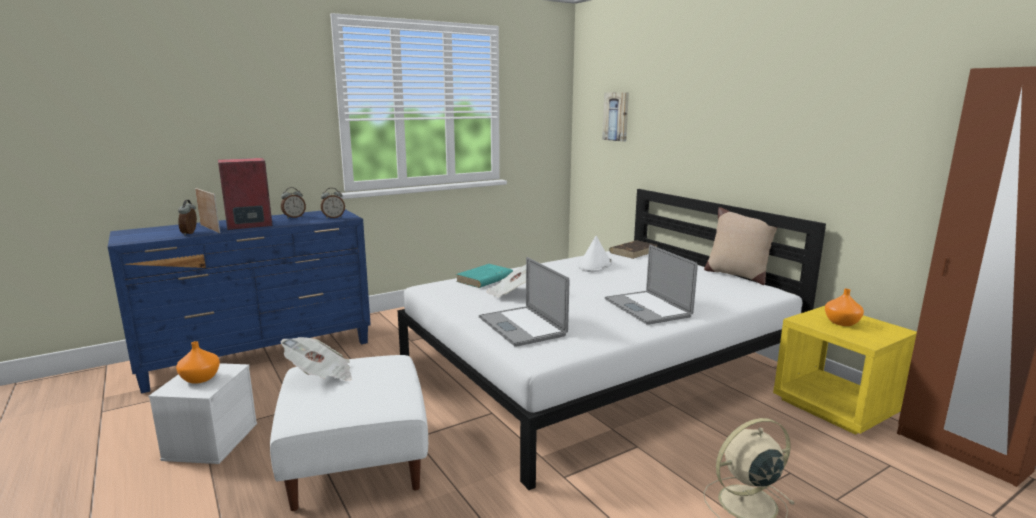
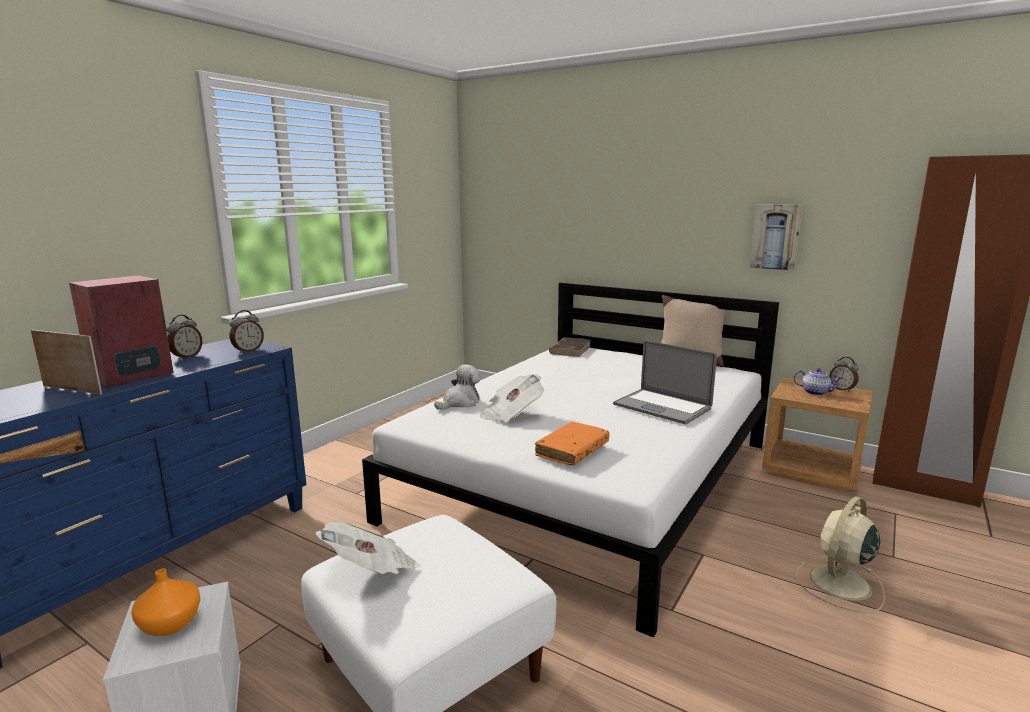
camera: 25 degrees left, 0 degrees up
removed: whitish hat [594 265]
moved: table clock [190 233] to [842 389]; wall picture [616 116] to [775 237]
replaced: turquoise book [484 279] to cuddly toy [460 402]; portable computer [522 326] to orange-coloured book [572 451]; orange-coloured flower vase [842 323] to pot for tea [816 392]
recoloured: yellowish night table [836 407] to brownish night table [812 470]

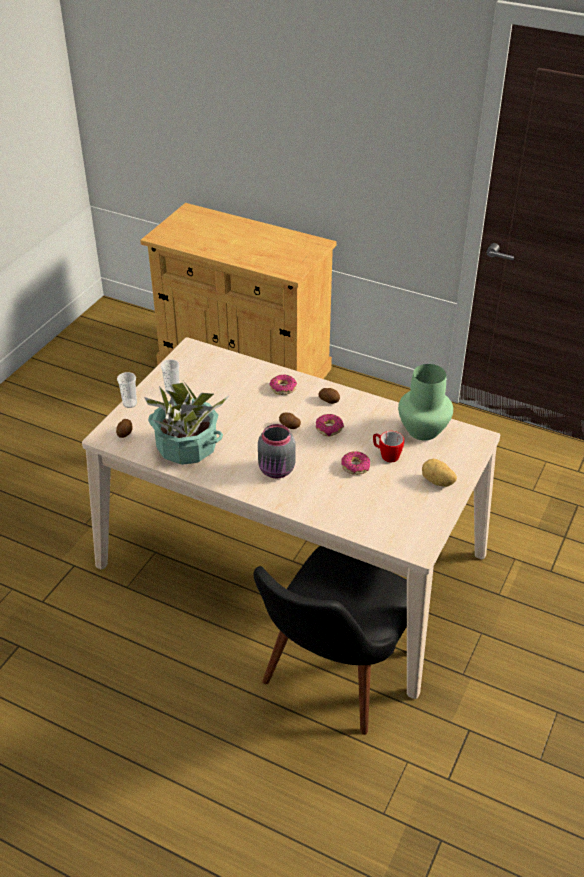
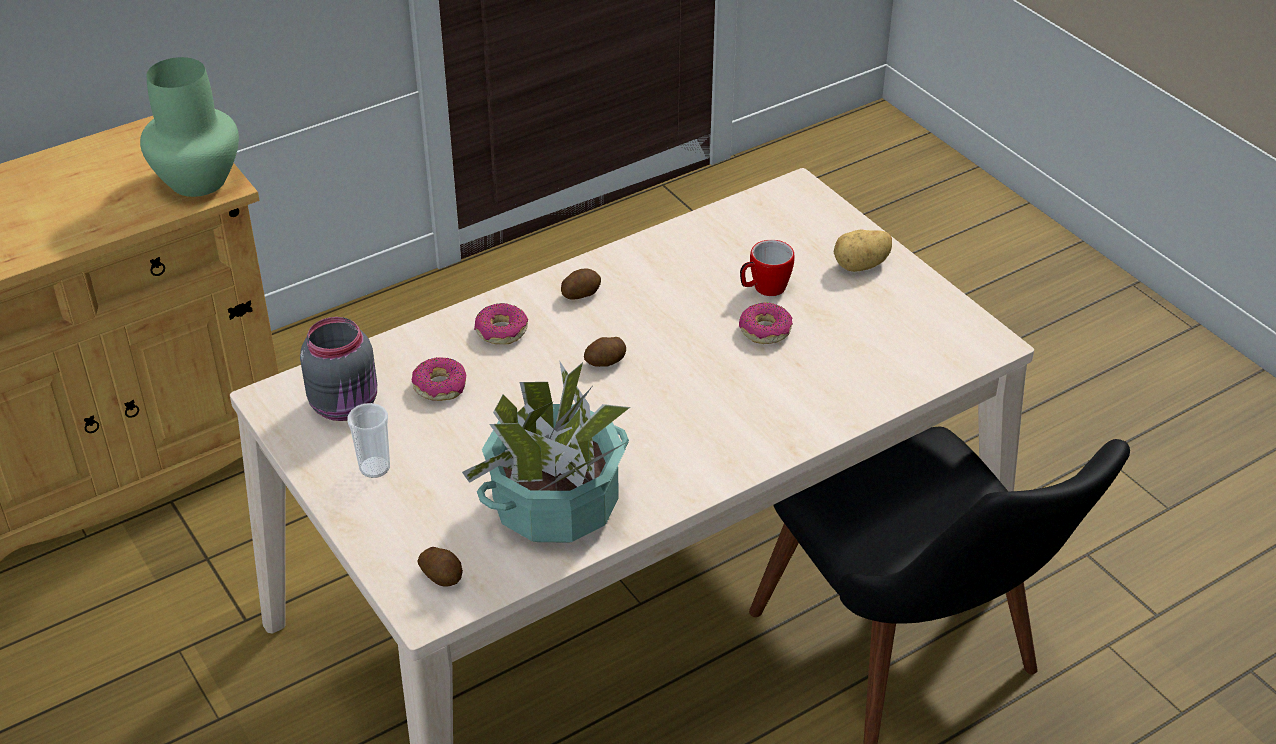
camera: 60 degrees left, 0 degrees up
removed: drinking cup [130 403]
moved: grey jar [277 470] to [346 405]; donut [329 428] to [440 386]; green flower vase [424 430] to [200 180]

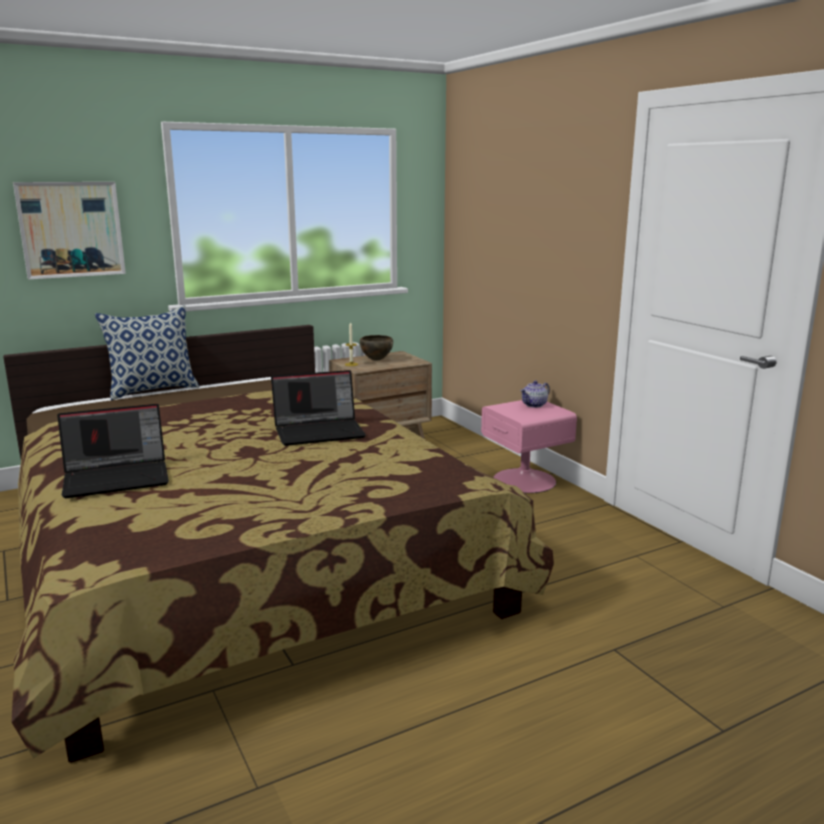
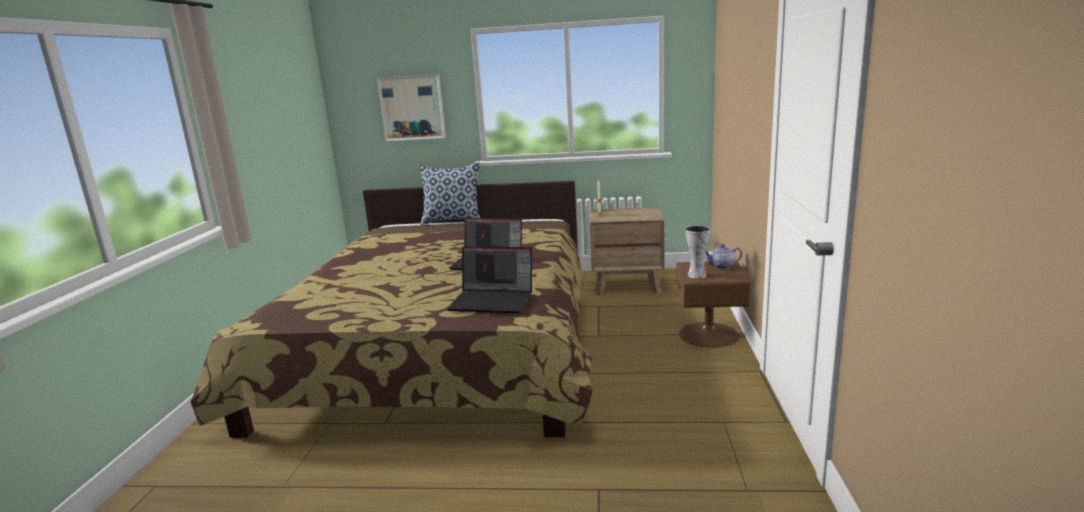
camera: 35 degrees right, 0 degrees up
removed: brownish bowl [376 360]
added: flower vase [696 275]
moved: portable computer [118 477] to [493 301]
recoloured: pink-coloured night table [525 480] to brownish night table [709 334]

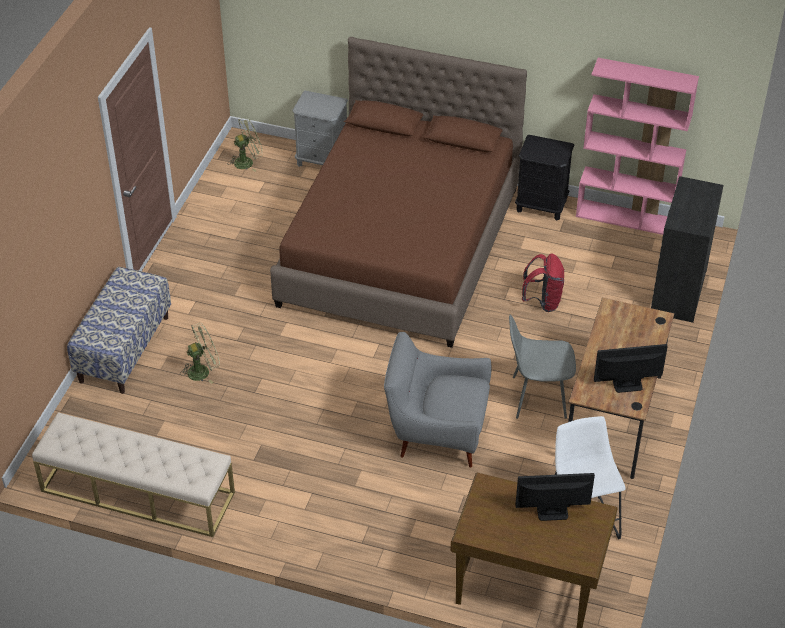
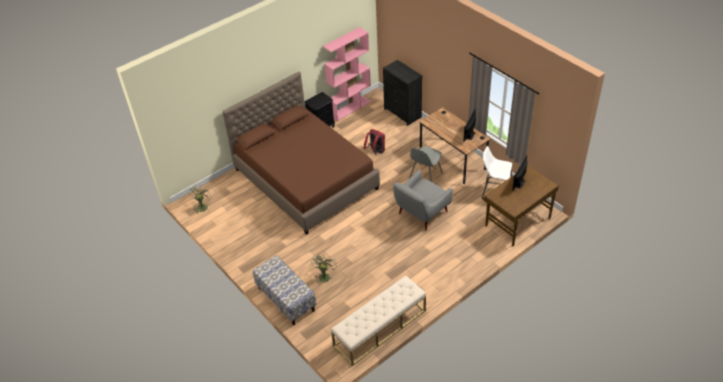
camera: 55 degrees left, 0 degrees up
removed: grey night table [322 160]

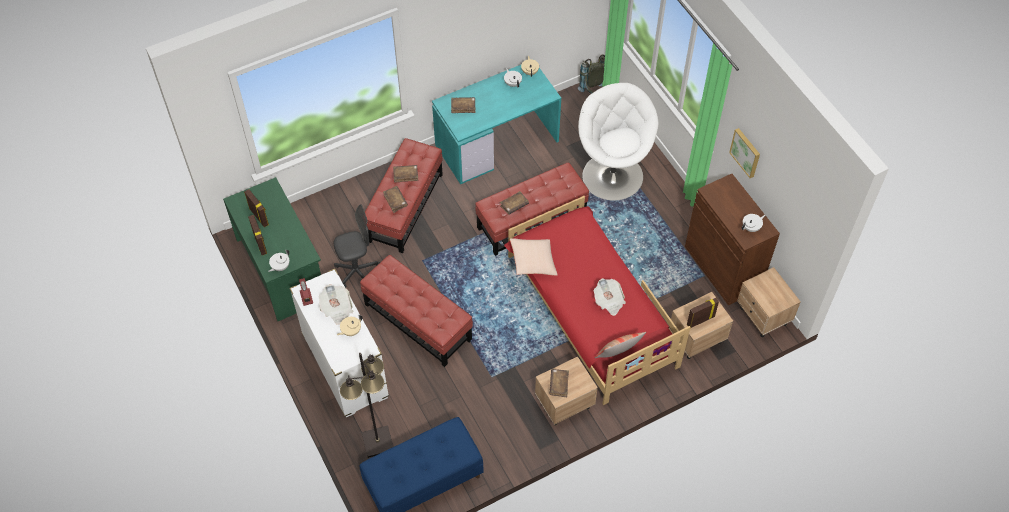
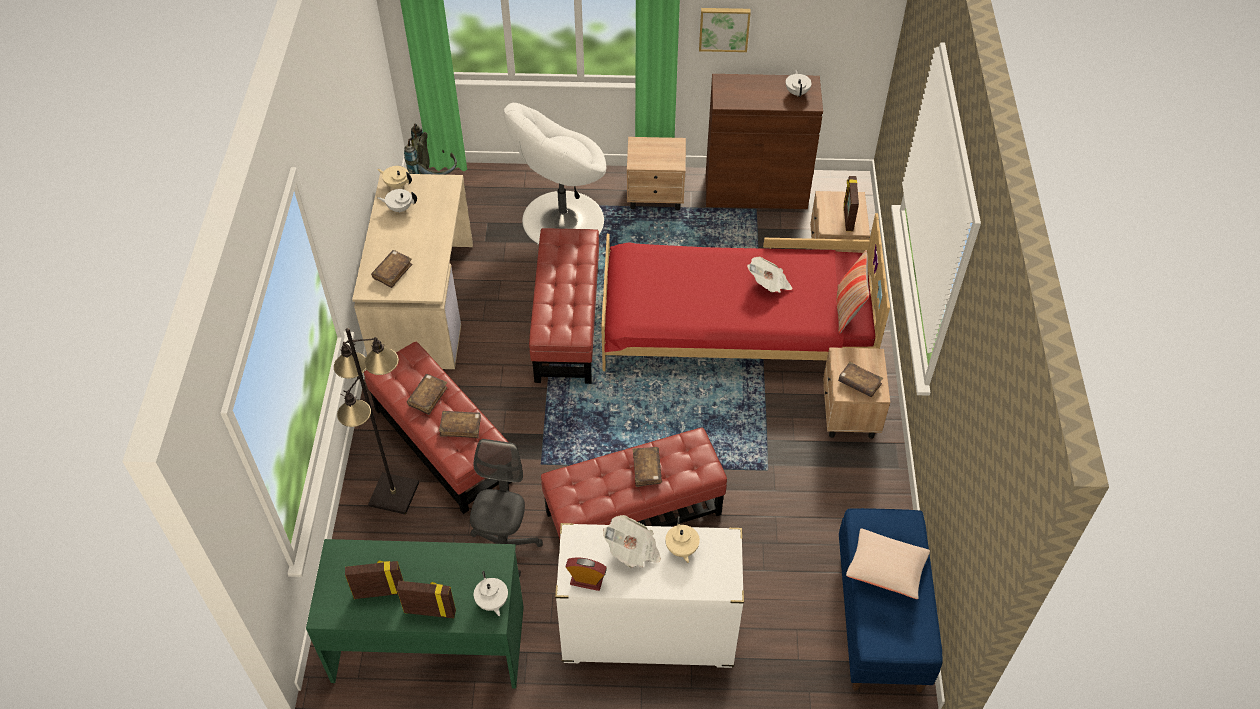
camera: 60 degrees left, 5 degrees down
moved: black-coloured standard lamp [377 442] to [394 495]; brownish book [514 205] to [647 469]; beige throw pillow [533 261] to [886 570]; beige night table [763 316] to [656 196]
recoloured: turquoise desk [497 142] to beige desk [422 302]
turned: whitish armchair [612 175] = [561 220] 45 degrees counterclockwise

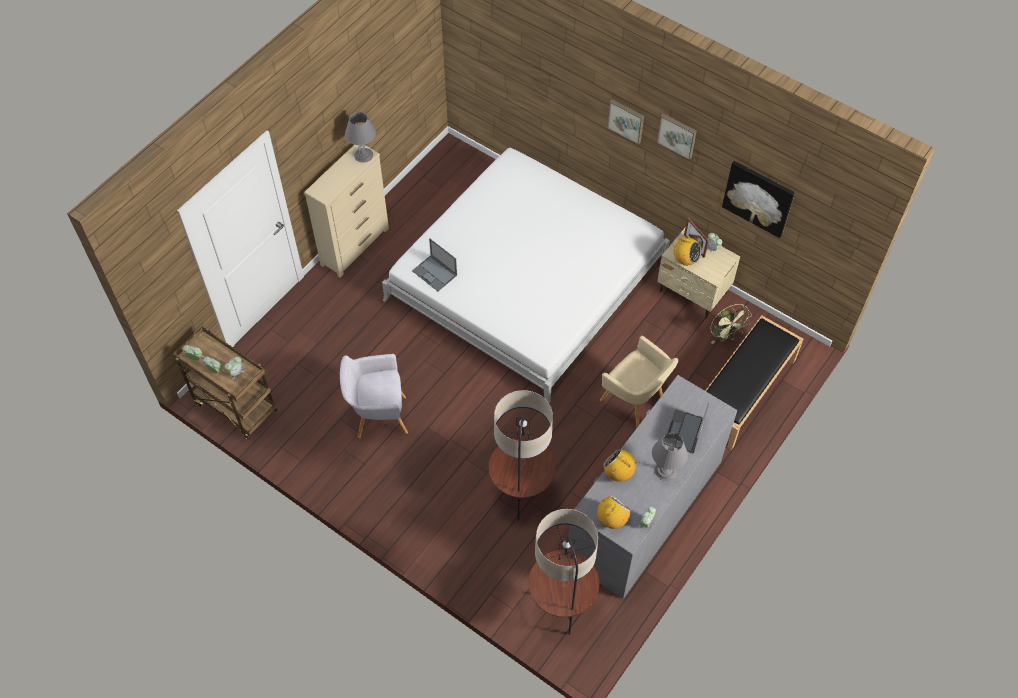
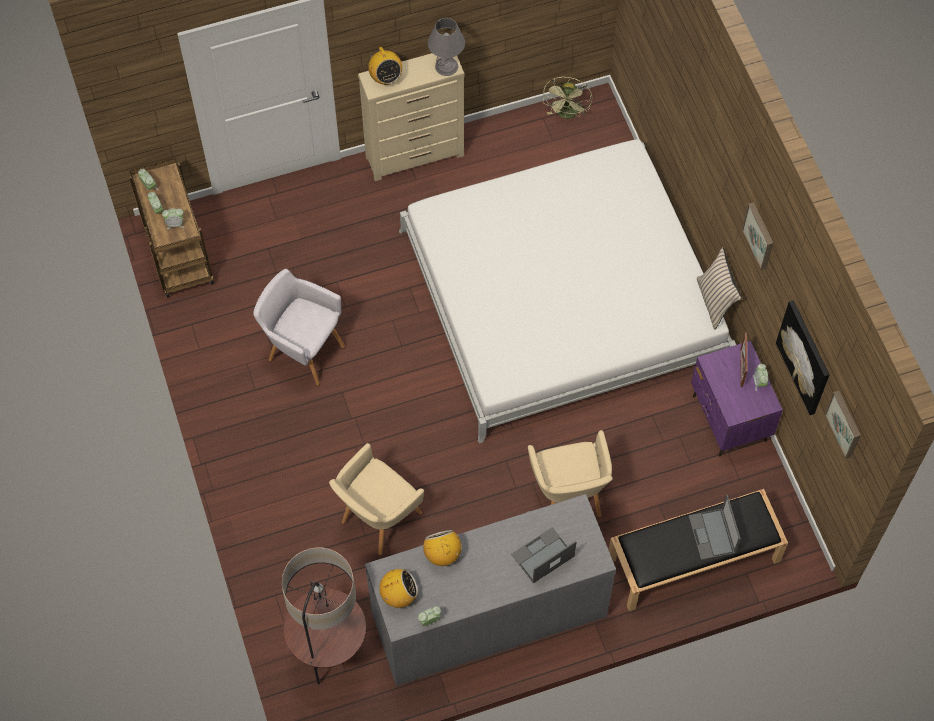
camera: 35 degrees right, 5 degrees up
removed: grey table lamp [665 470]
added: beige throw pillow [715 301]
moved: portable computer [435 273] to [712 535]; wall picture [626 120] to [845 423]; radio receiver [685 260] to [385 78]; green fan [725 336] to [567 114]
replaced: standard lamp [521 496] to beige armchair [378 520]
recoloured: beige night table [693 293] to purple night table [729 419]

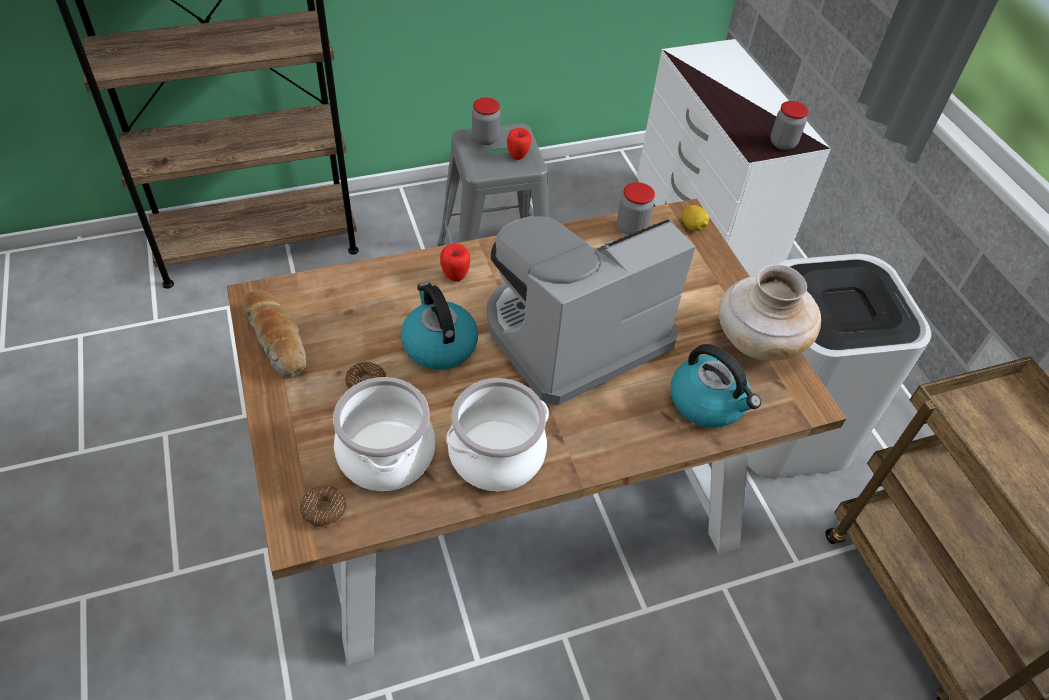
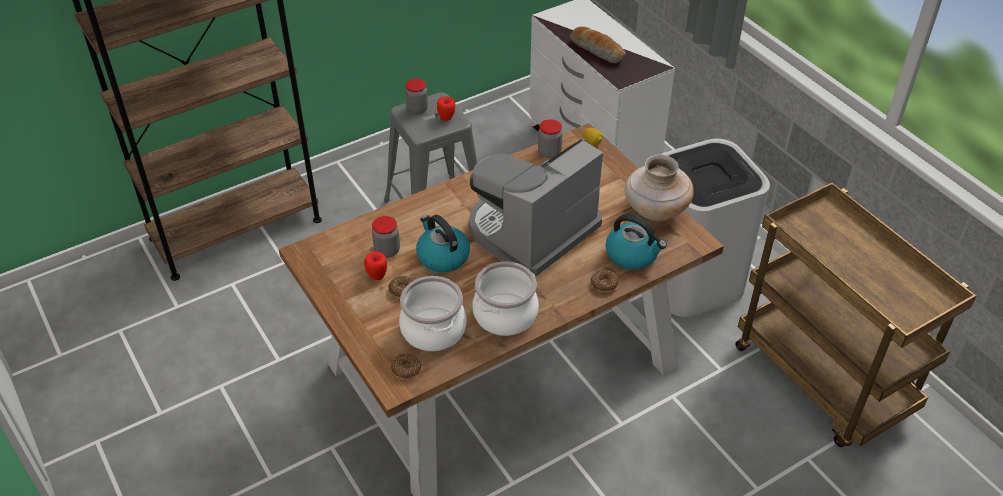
camera: 10 degrees left, 5 degrees down
added: donut [604 284]
moved: bakery bread [278 341] to [598 51]; apple fruit [455 276] to [377 276]; jar [782 143] to [387 251]

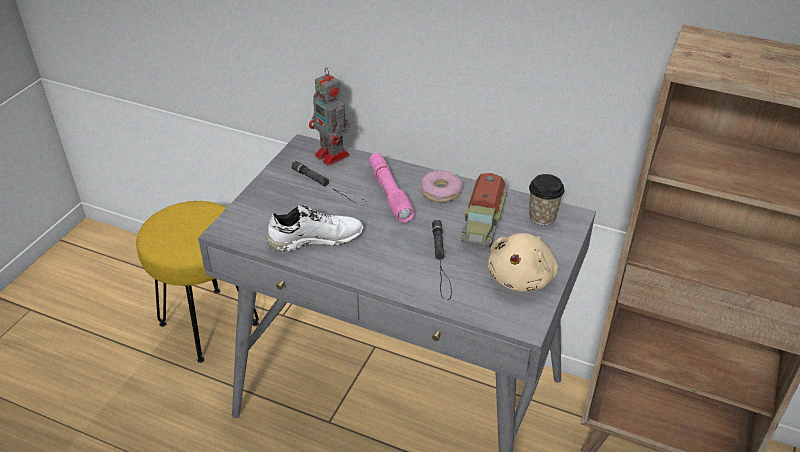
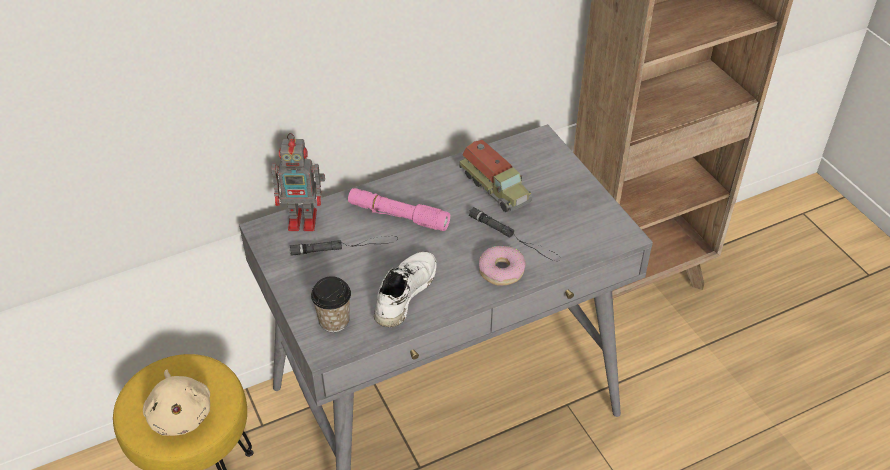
camera: 50 degrees left, 5 degrees up
moved: donut [441 191] to [501 270]; beige cuddly toy [522 277] to [180 414]; drinking cup [542 217] to [334 321]

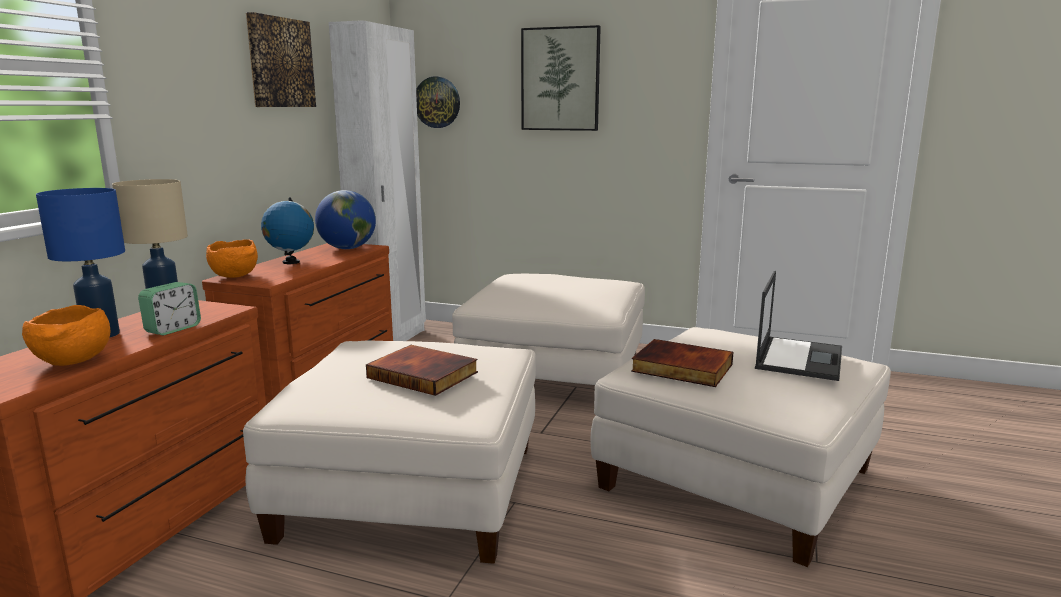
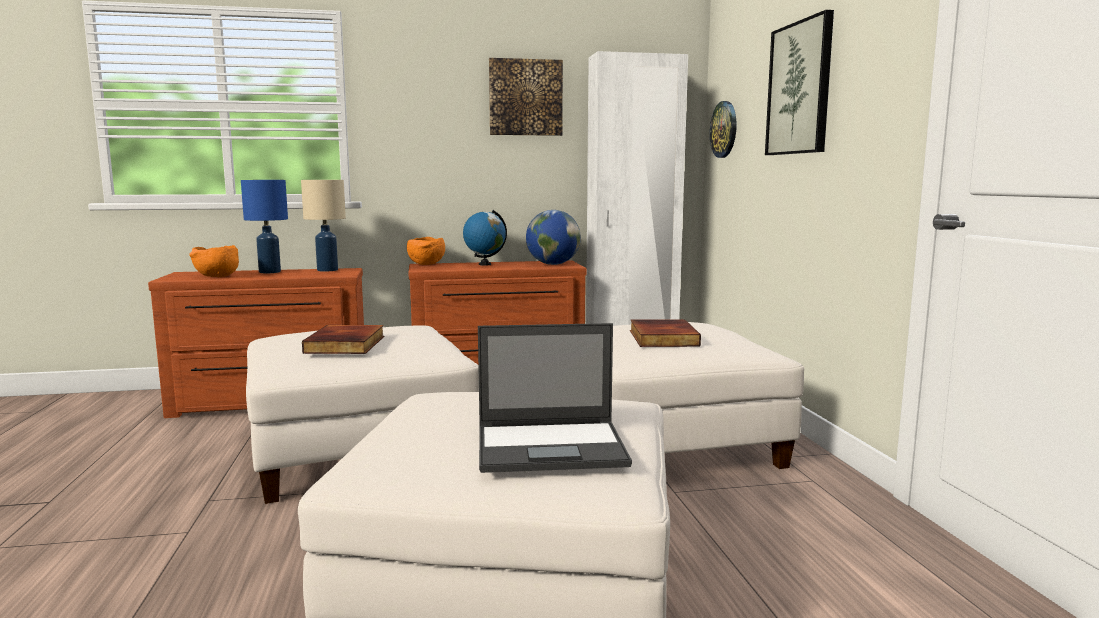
camera: 60 degrees right, 5 degrees down
removed: table clock [173 329]
moved: book [681 368] to [661 338]

